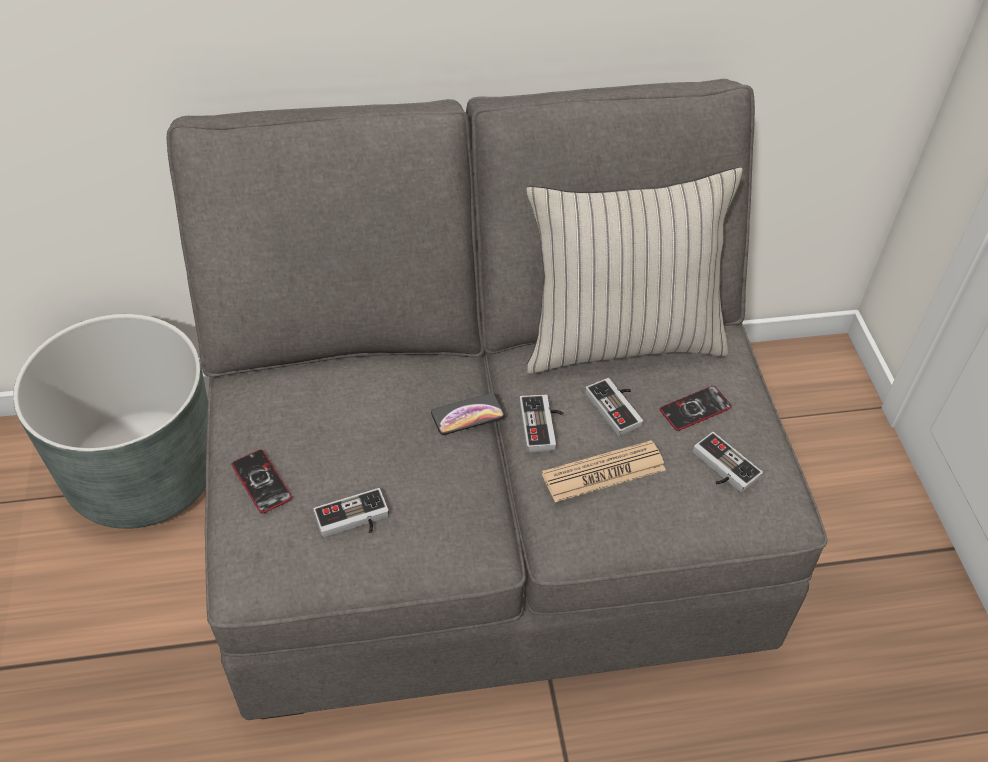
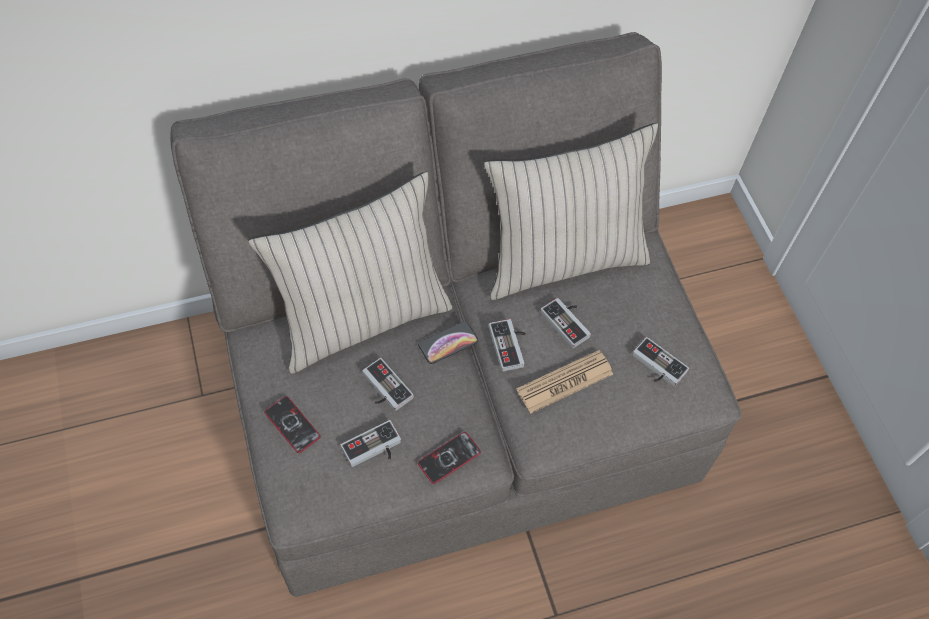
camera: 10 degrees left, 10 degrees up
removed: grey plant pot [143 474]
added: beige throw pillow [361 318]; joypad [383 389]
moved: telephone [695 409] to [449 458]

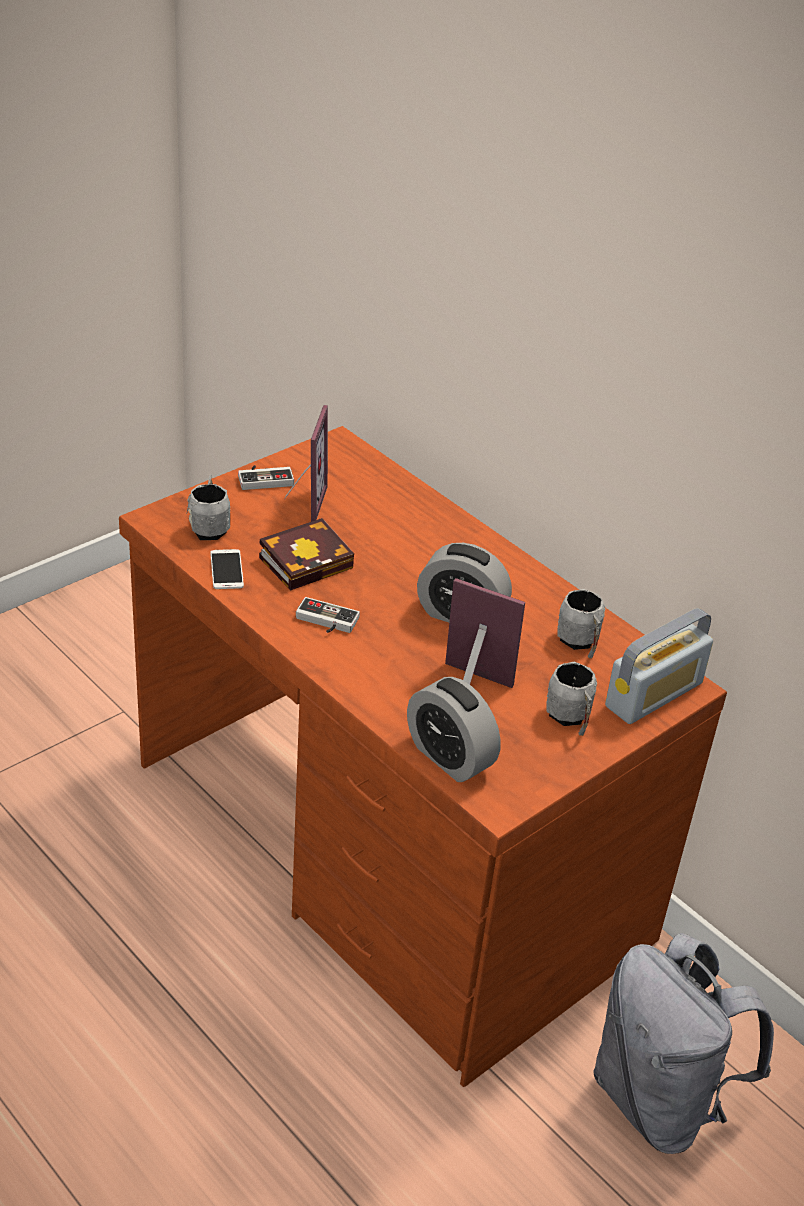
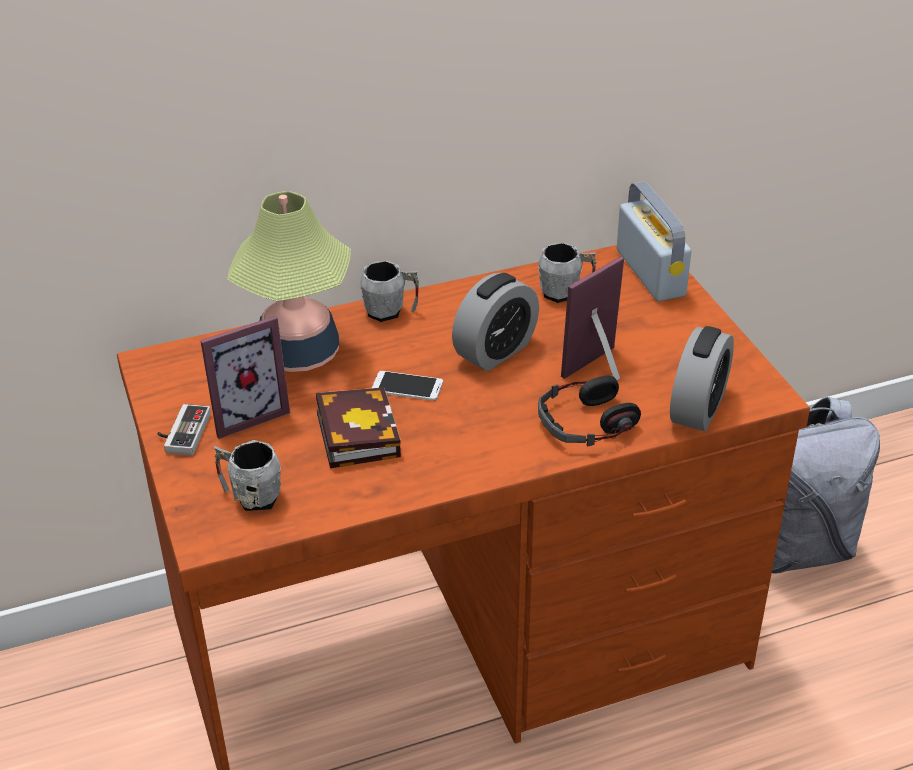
camera: 65 degrees left, 0 degrees up
removed: joypad [325 622]
added: table lamp [299 353]; headset [586 423]
moved: telephone [226 570] to [407 386]; grey coffee mug [570 718] to [391 311]
turned: picture frame [303 502] = [245 413] 120 degrees clockwise; table clock [449 757] = [698 408] 45 degrees counterclockwise

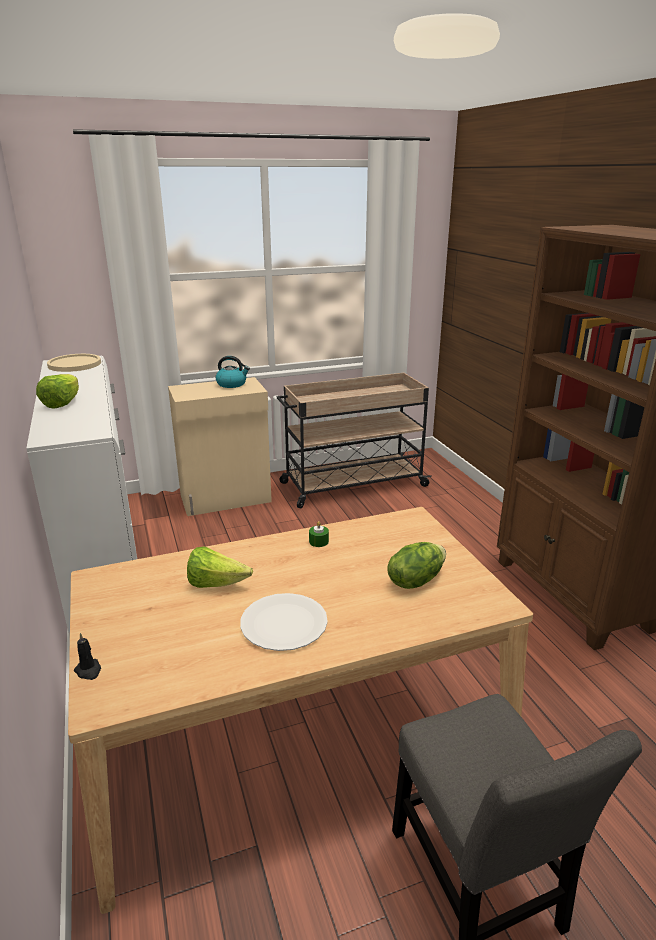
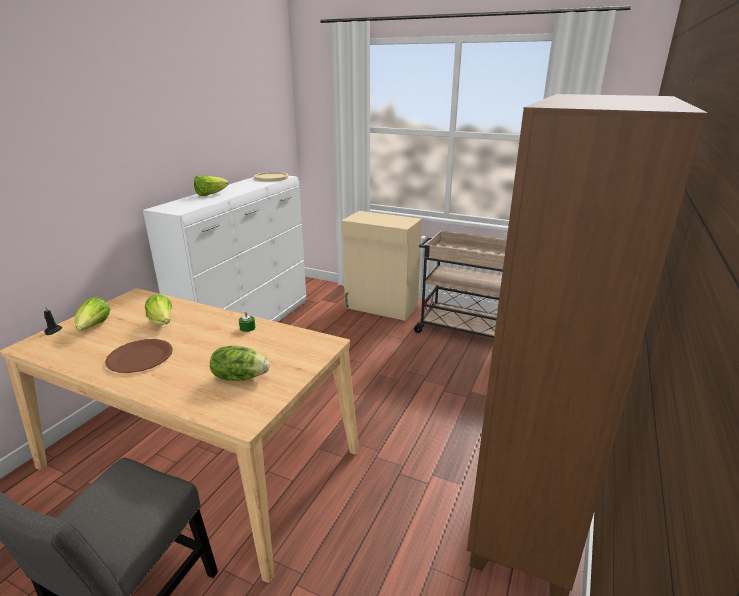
camera: 45 degrees right, 0 degrees up
removed: tea kettle [232 384]
added: lettuce head [94 327]
recoloured: whitish dinner plate [284 623] to brownish dinner plate [140 357]

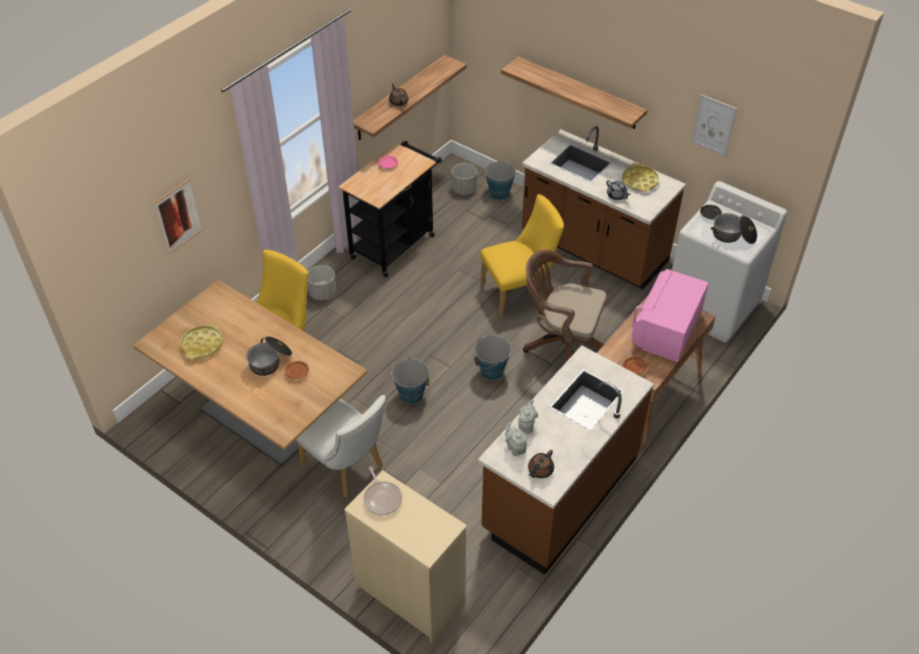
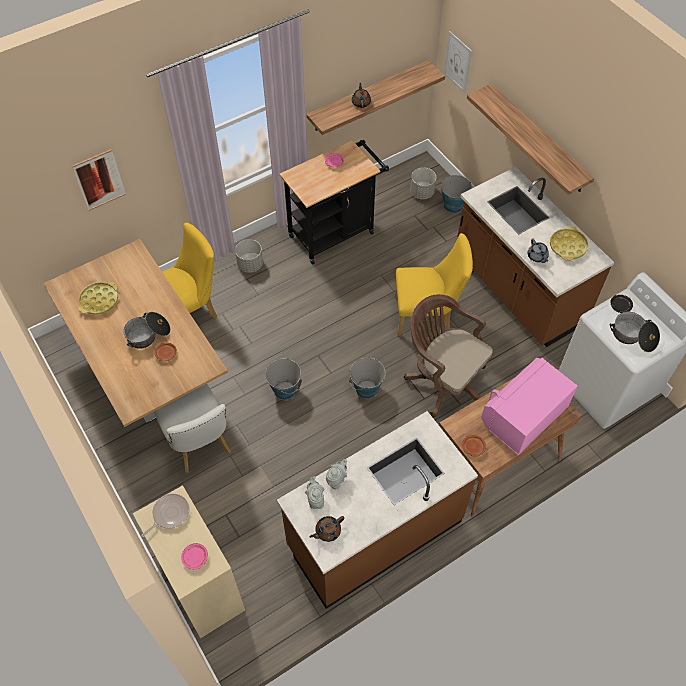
camera: 20 degrees right, 10 degrees up
added: pink-coloured dinner plate [195 557]
moved: wall picture [713 125] to [457 62]
turned: frying pan [382 498] = [169 514] 135 degrees counterclockwise

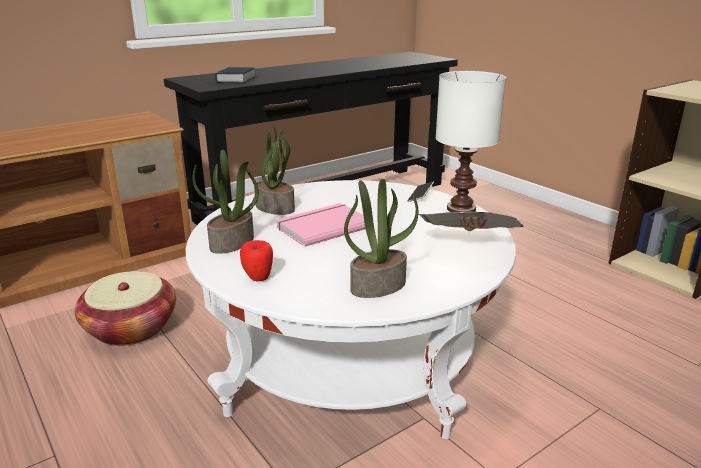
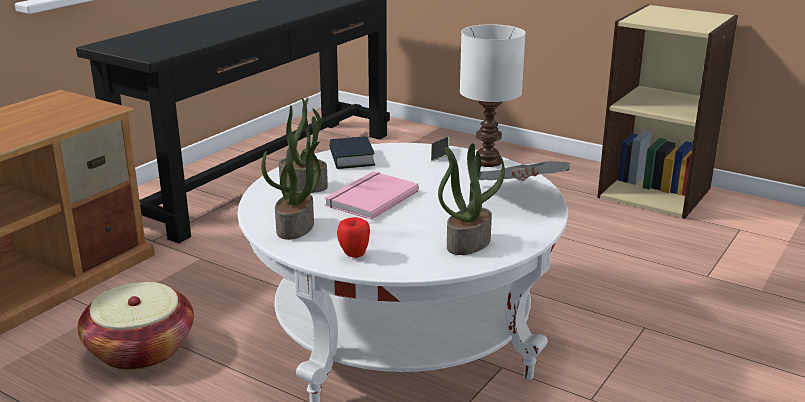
camera: 20 degrees left, 0 degrees up
moved: book [236 80] to [351 158]

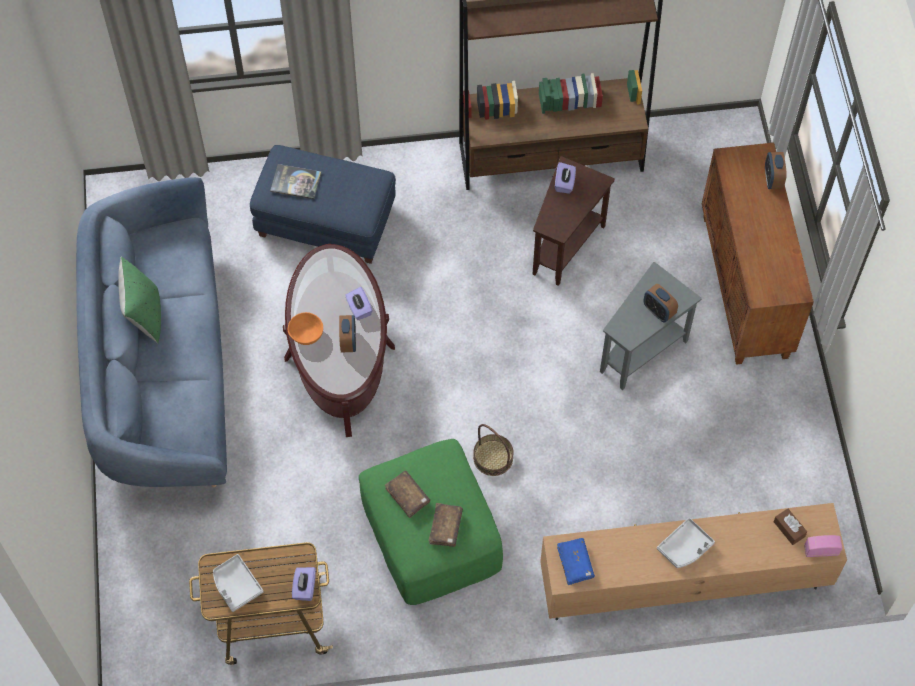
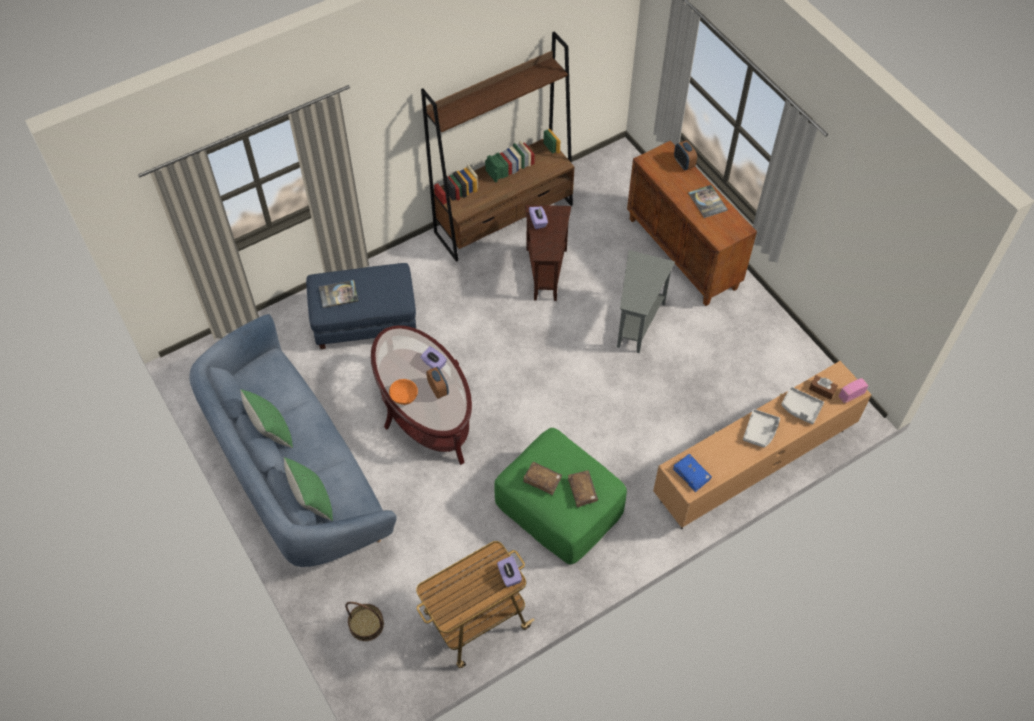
camera: 25 degrees left, 5 degrees down
removed: table clock [658 311]
added: green throw pillow [312 501]; book [707 202]
moved: grey serving tray [236 586] to [800 408]; household basket [493 458] to [366 624]

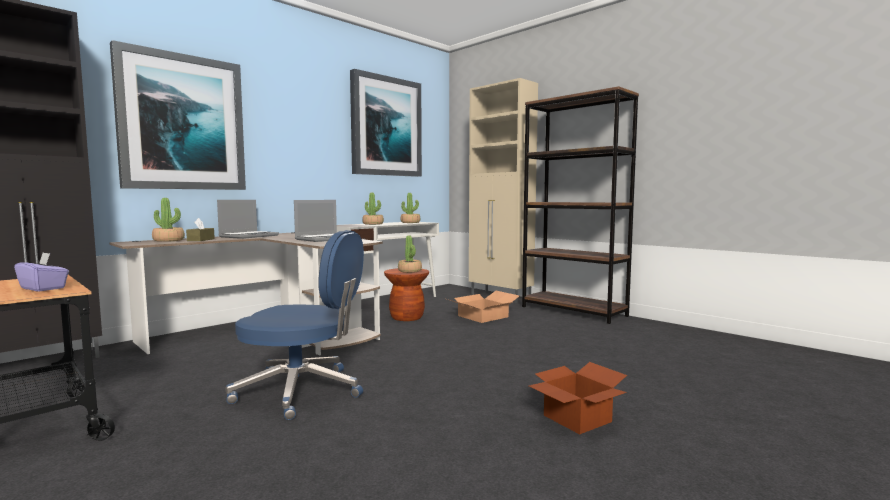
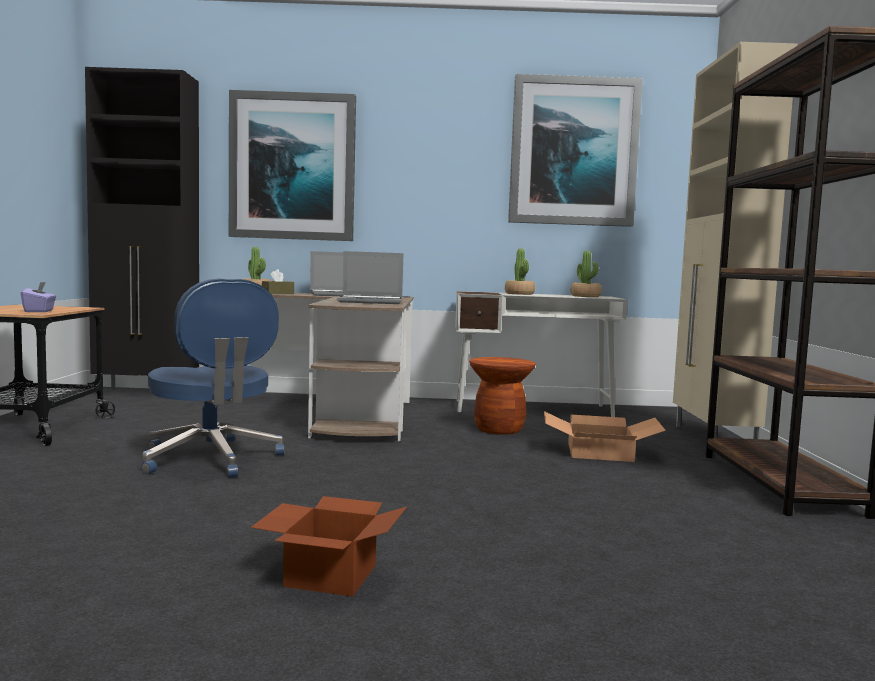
camera: 45 degrees right, 0 degrees up
removed: plant in a pot [410 271]

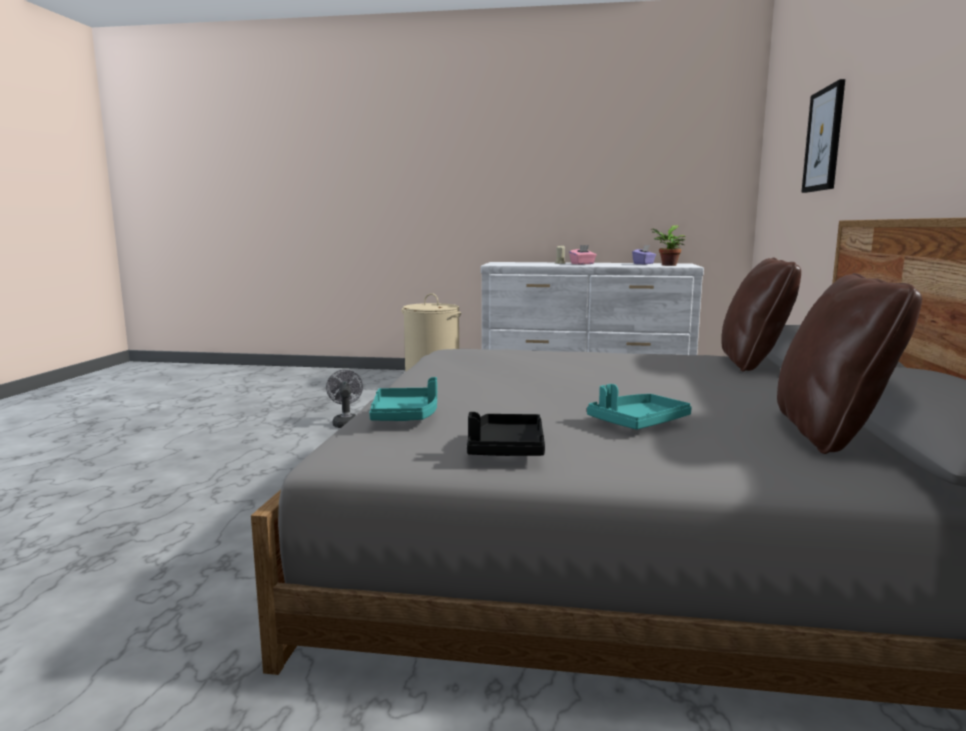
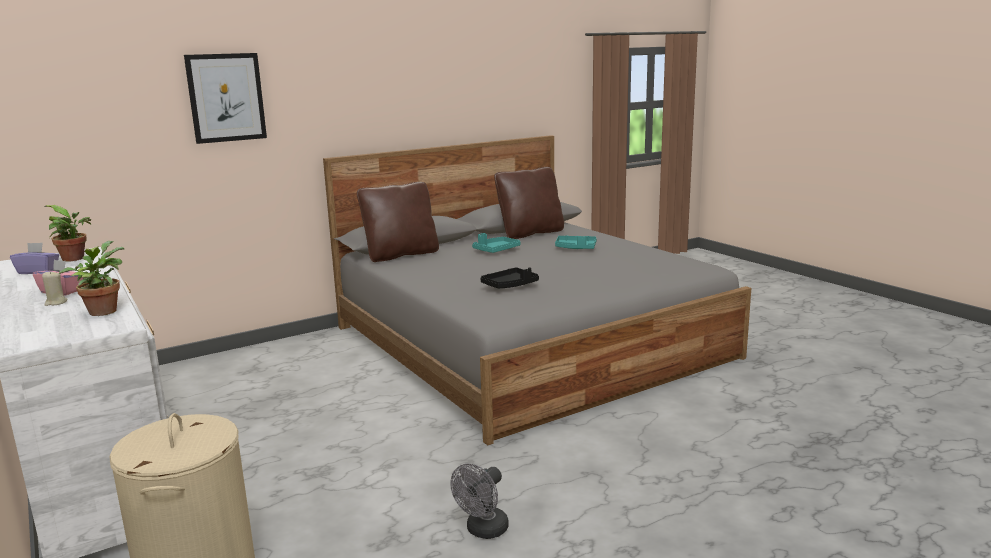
camera: 130 degrees left, 5 degrees up
added: plant in a pot [103 311]
moved: turquoise serving tray [405 416] to [496 250]; black-coloured serving tray [506 448] to [510 285]

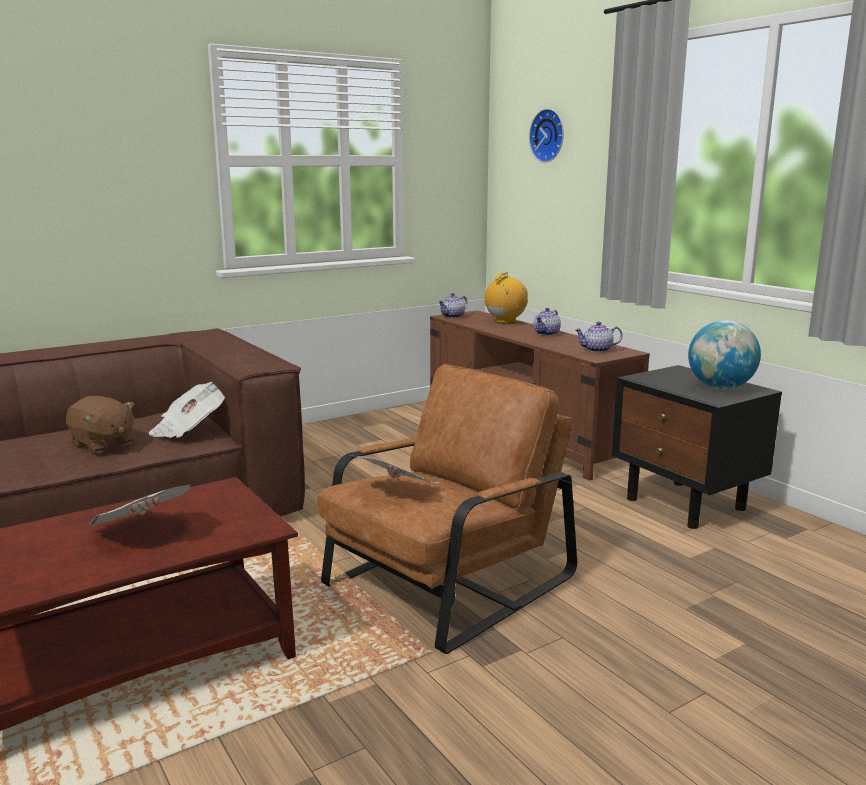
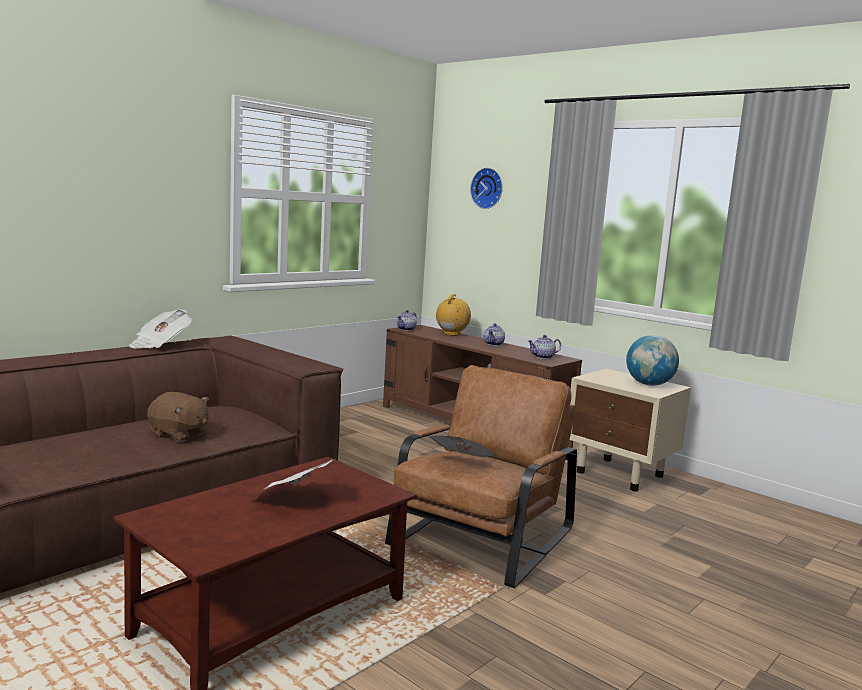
camera: 15 degrees left, 5 degrees down
moved: printed paper [188 429] to [160 345]
recoloured: black-coloured night table [687 504] to beige night table [621 474]

